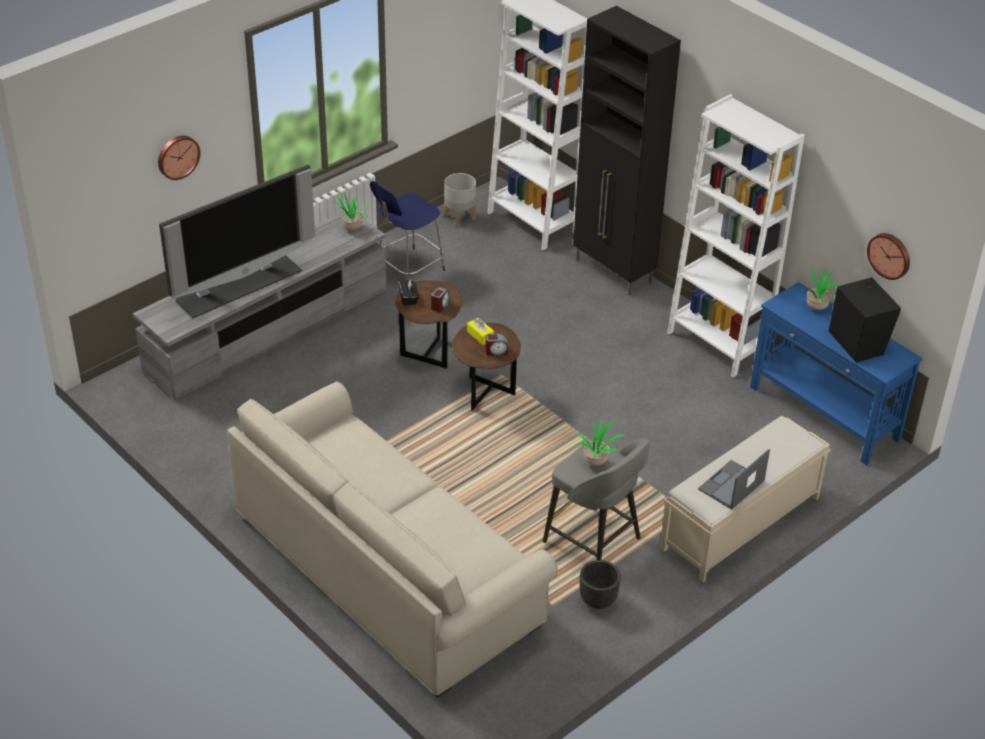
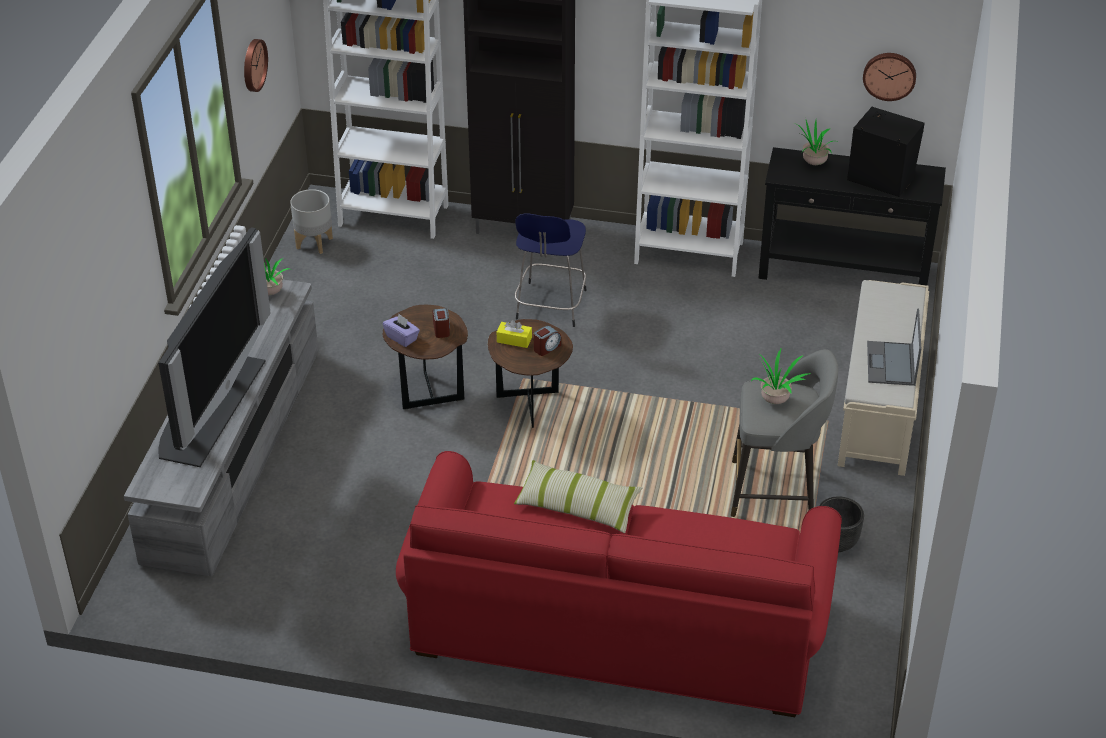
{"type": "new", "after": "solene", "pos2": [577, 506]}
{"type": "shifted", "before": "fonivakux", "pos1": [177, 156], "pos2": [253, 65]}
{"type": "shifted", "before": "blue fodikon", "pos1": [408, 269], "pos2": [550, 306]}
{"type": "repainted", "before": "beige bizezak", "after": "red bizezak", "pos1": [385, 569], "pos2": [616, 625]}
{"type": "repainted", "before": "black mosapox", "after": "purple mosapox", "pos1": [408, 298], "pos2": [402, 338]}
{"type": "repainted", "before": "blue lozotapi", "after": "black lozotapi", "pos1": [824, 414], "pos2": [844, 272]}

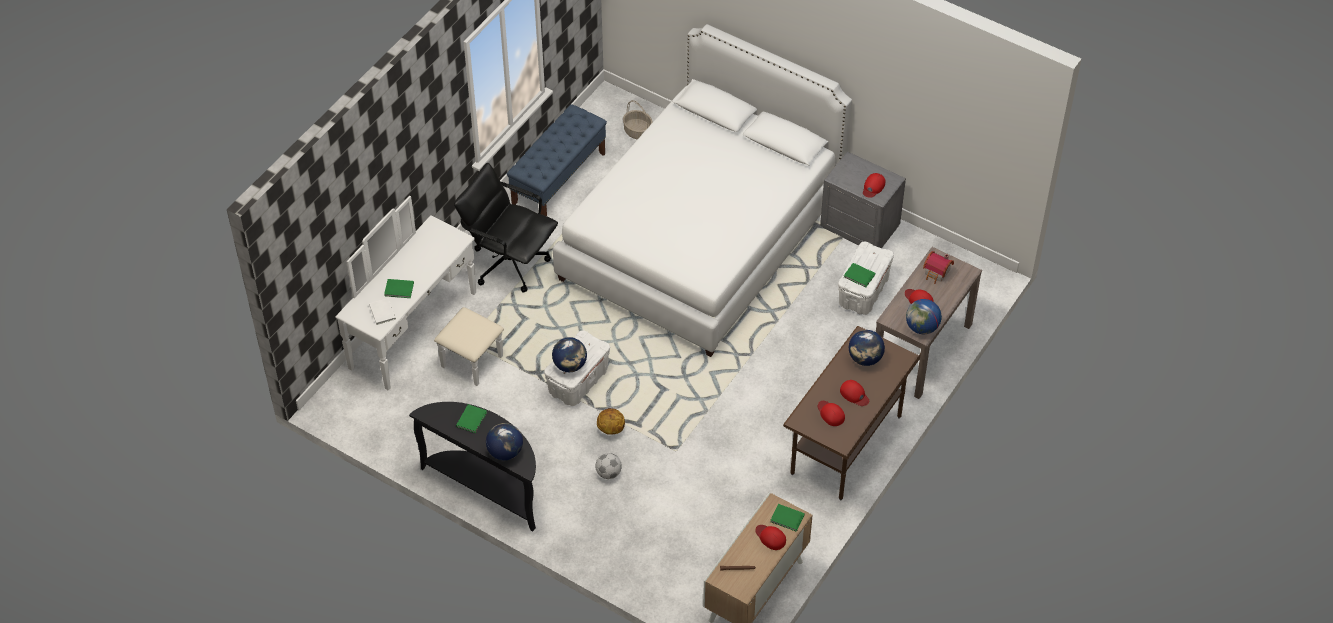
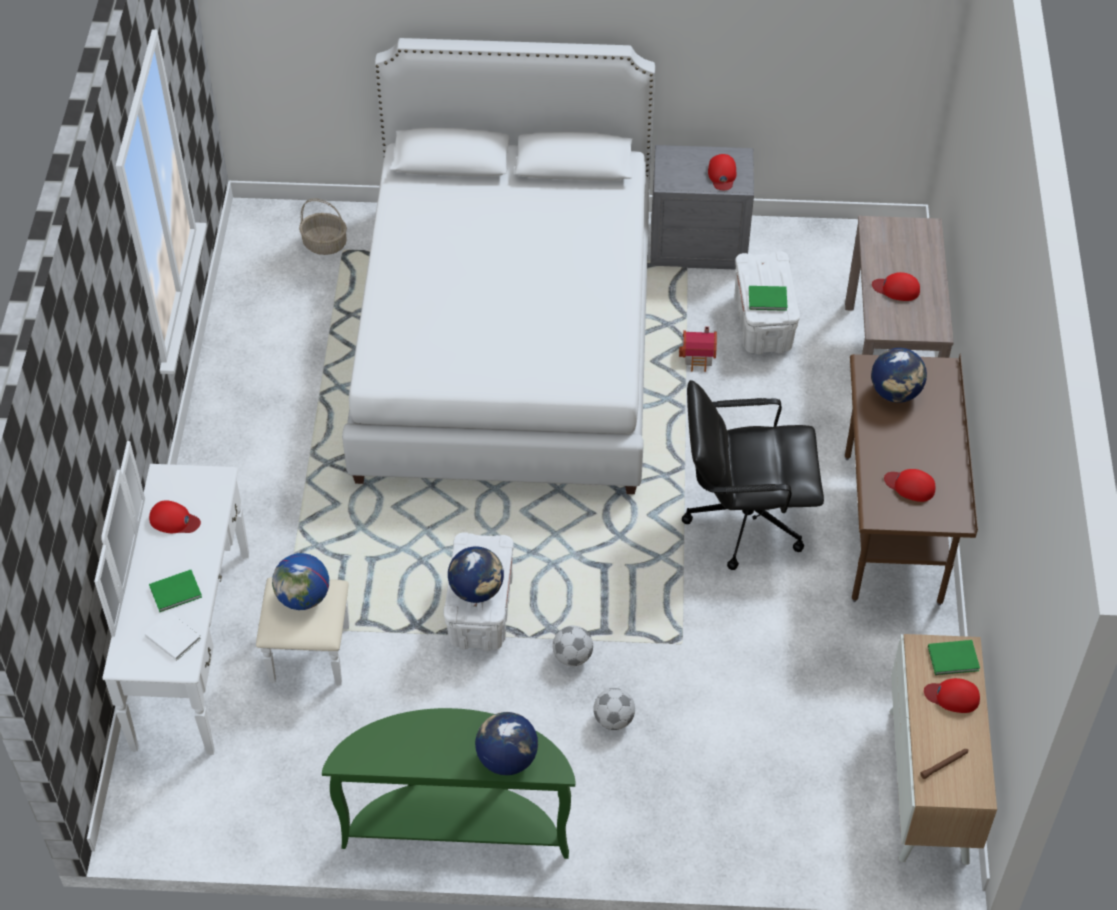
{"type": "gone", "before": "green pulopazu", "pos1": [472, 419]}
{"type": "gone", "before": "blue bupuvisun", "pos1": [559, 179]}
{"type": "shifted", "before": "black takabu", "pos1": [509, 263], "pos2": [744, 519]}
{"type": "shifted", "before": "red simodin", "pos1": [854, 394], "pos2": [174, 520]}
{"type": "shifted", "before": "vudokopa", "pos1": [922, 327], "pos2": [303, 598]}
{"type": "shifted", "before": "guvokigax", "pos1": [937, 273], "pos2": [699, 357]}
{"type": "swapped", "before": "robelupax", "after": "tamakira", "pos1": [610, 429], "pos2": [572, 656]}
{"type": "repainted", "before": "black lozotapi", "after": "green lozotapi", "pos1": [487, 487], "pos2": [457, 825]}

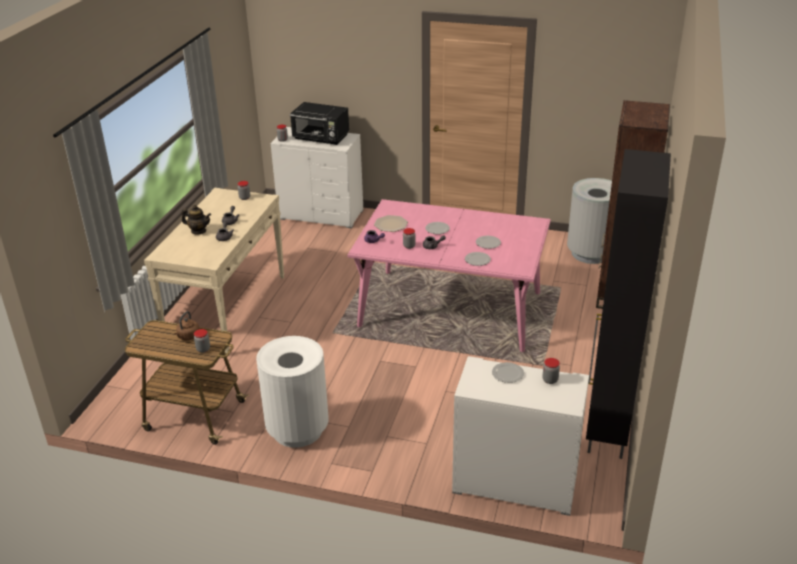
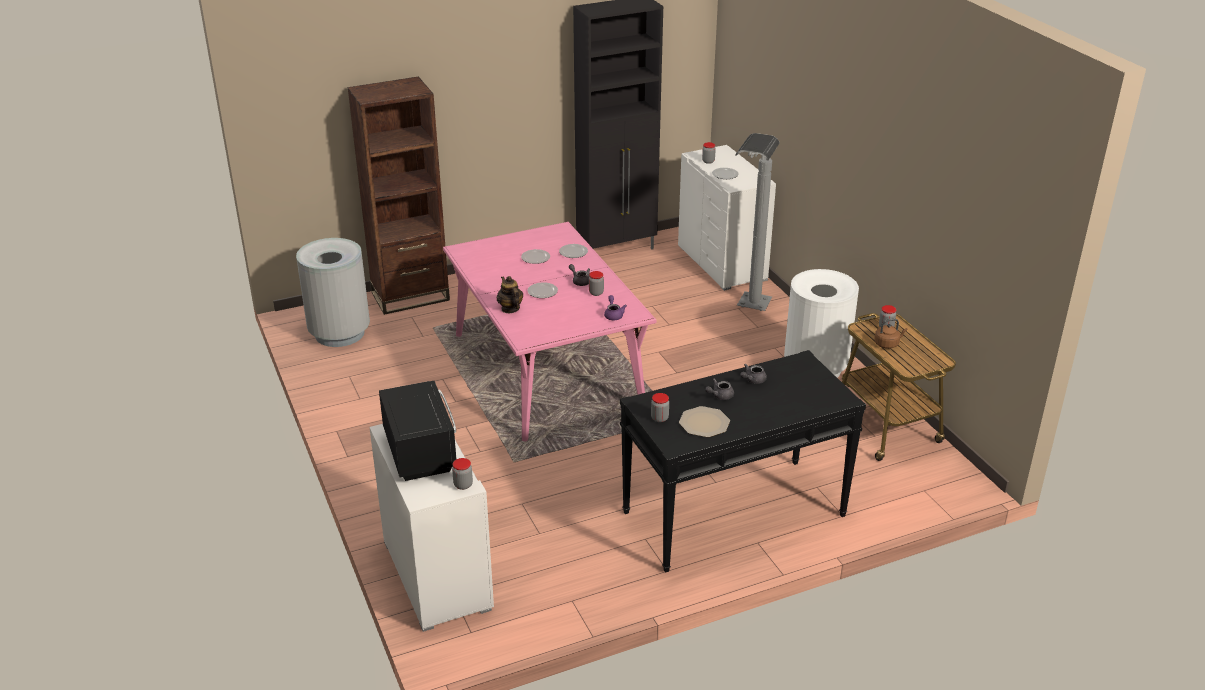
{"type": "new", "after": "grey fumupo", "pos2": [749, 314]}
{"type": "shifted", "before": "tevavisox", "pos1": [198, 231], "pos2": [510, 309]}
{"type": "shifted", "before": "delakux", "pos1": [391, 224], "pos2": [703, 423]}
{"type": "repainted", "before": "beige lozotapi", "after": "black lozotapi", "pos1": [227, 309], "pos2": [733, 514]}

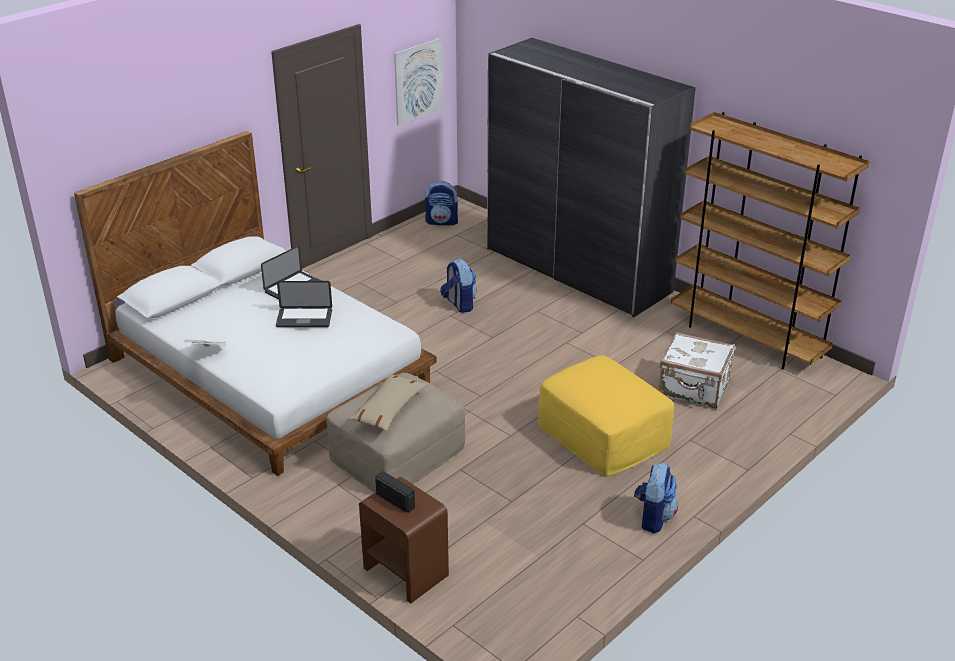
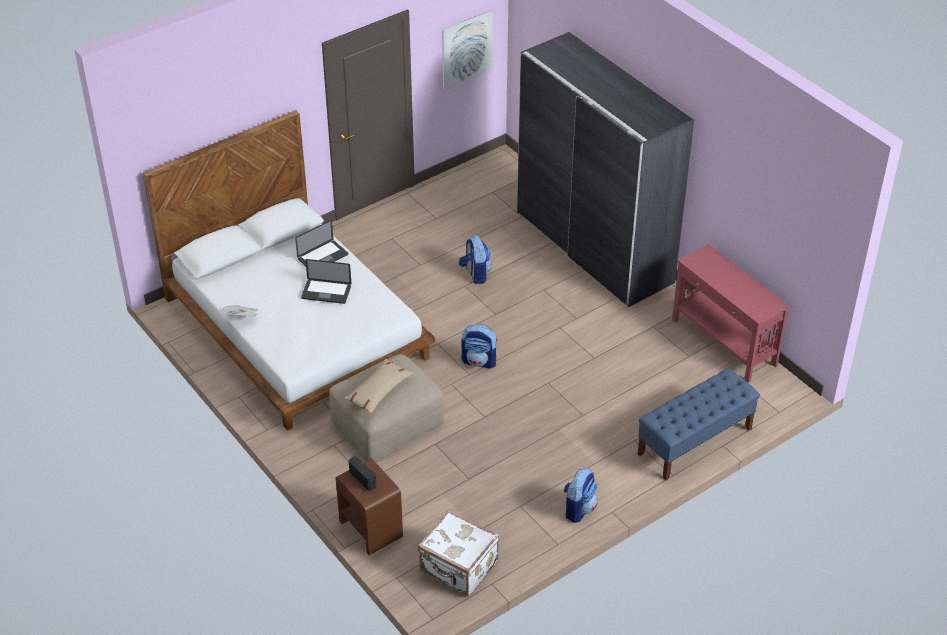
{"type": "gone", "before": "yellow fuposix", "pos1": [602, 434]}
{"type": "new", "after": "blue bupuvisun", "pos2": [694, 442]}
{"type": "shifted", "before": "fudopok", "pos1": [442, 222], "pos2": [479, 361]}
{"type": "shifted", "before": "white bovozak", "pos1": [693, 389], "pos2": [458, 568]}
{"type": "swapped", "before": "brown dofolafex", "after": "red lozotapi", "pos1": [747, 338], "pos2": [724, 343]}

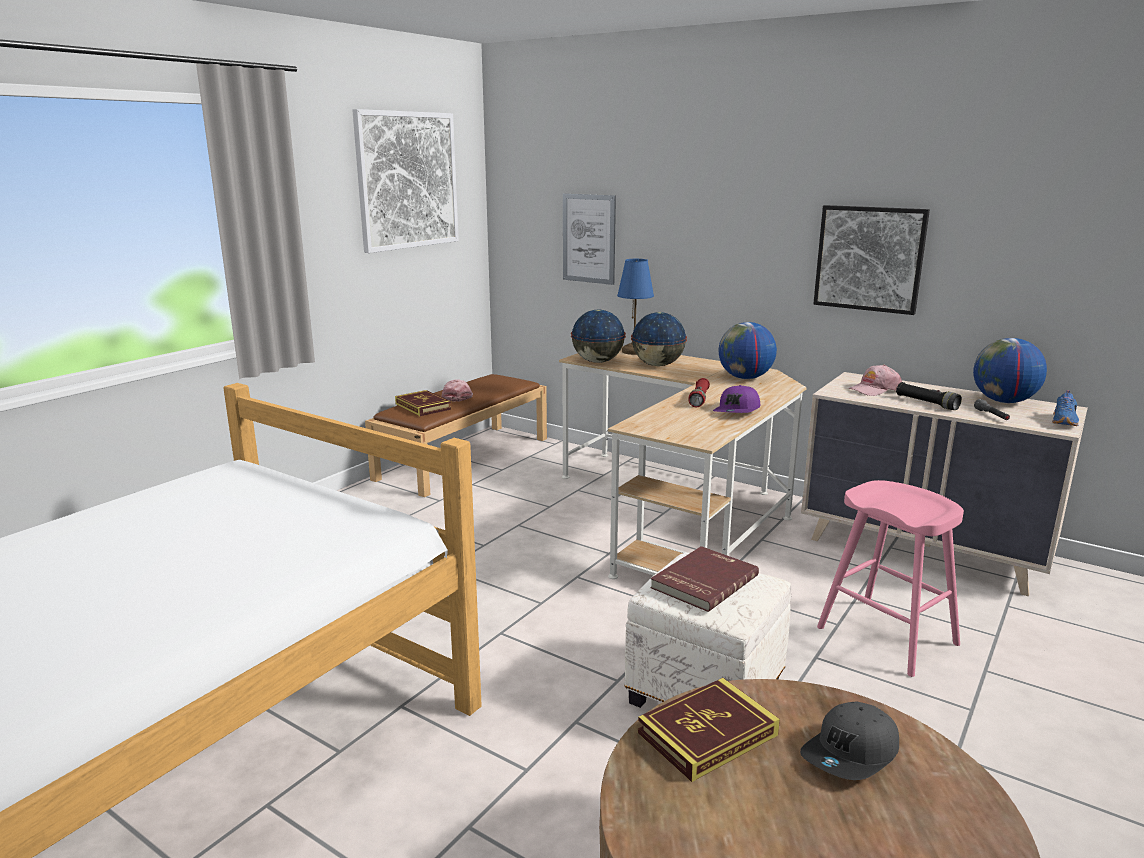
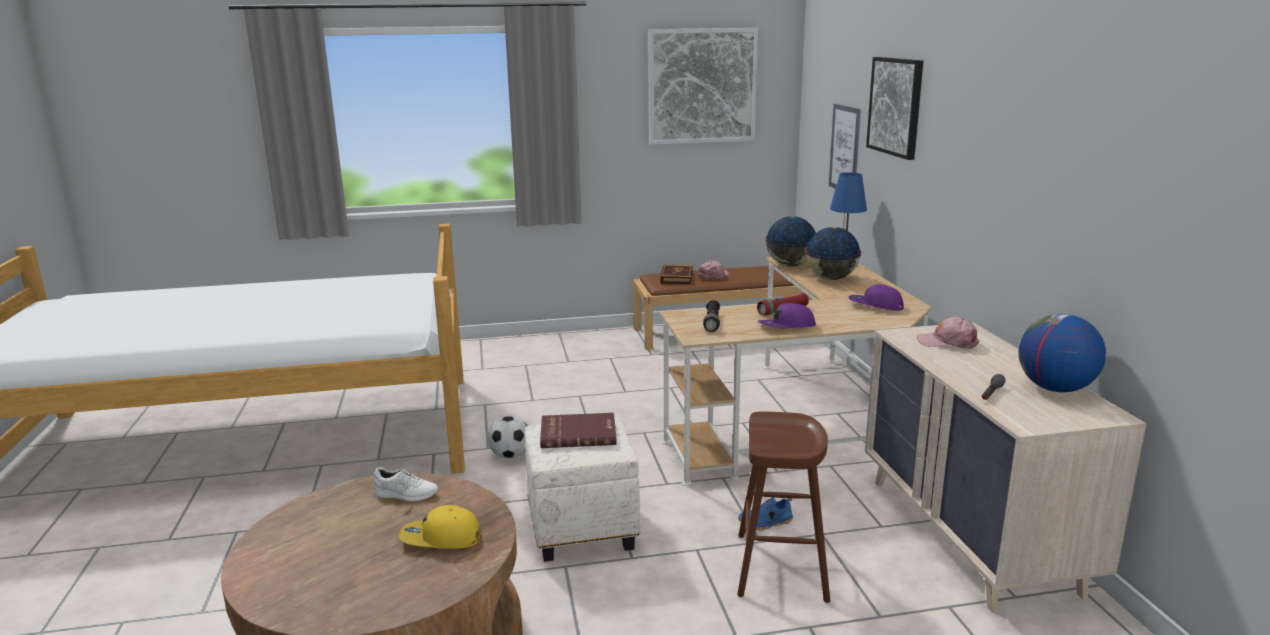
{"type": "new", "after": "tamakira", "pos2": [510, 456]}
{"type": "shifted", "before": "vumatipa", "pos1": [869, 258], "pos2": [896, 106]}
{"type": "shifted", "before": "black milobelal", "pos1": [926, 403], "pos2": [712, 322]}
{"type": "shifted", "before": "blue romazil", "pos1": [1064, 421], "pos2": [766, 523]}
{"type": "swapped", "before": "pulopazu", "after": "white romazil", "pos1": [707, 734], "pos2": [406, 494]}
{"type": "swapped", "before": "vudokopa", "after": "purple simodin", "pos1": [745, 378], "pos2": [875, 306]}
{"type": "repainted", "before": "grey simodin", "after": "yellow simodin", "pos1": [851, 754], "pos2": [441, 539]}
{"type": "repainted", "before": "pink fodikon", "after": "brown fodikon", "pos1": [886, 636], "pos2": [781, 567]}

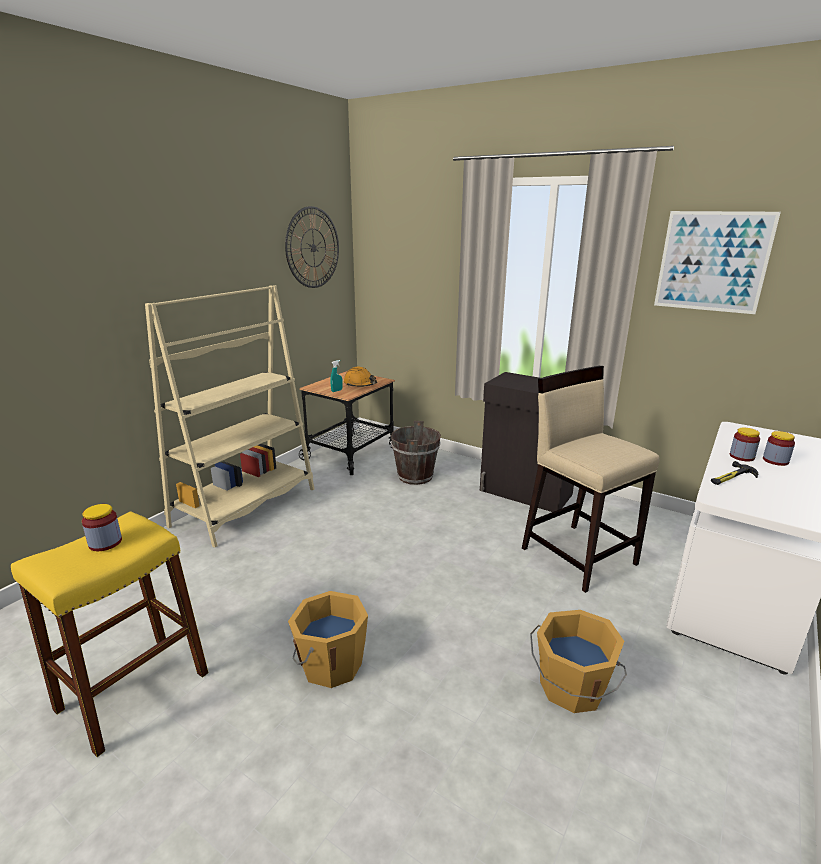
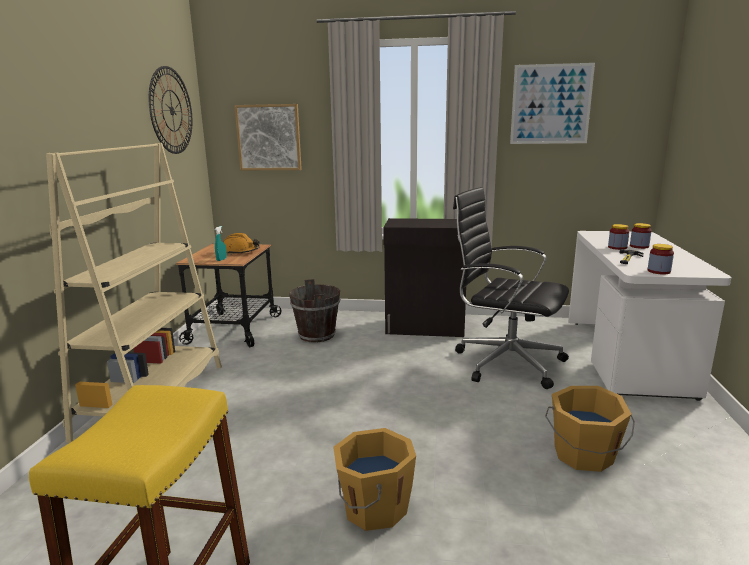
{"type": "new", "after": "vumatipa", "pos2": [269, 137]}
{"type": "shifted", "before": "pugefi", "pos1": [105, 543], "pos2": [658, 271]}
{"type": "swapped", "before": "beige fodikon", "after": "black takabu", "pos1": [578, 555], "pos2": [505, 362]}

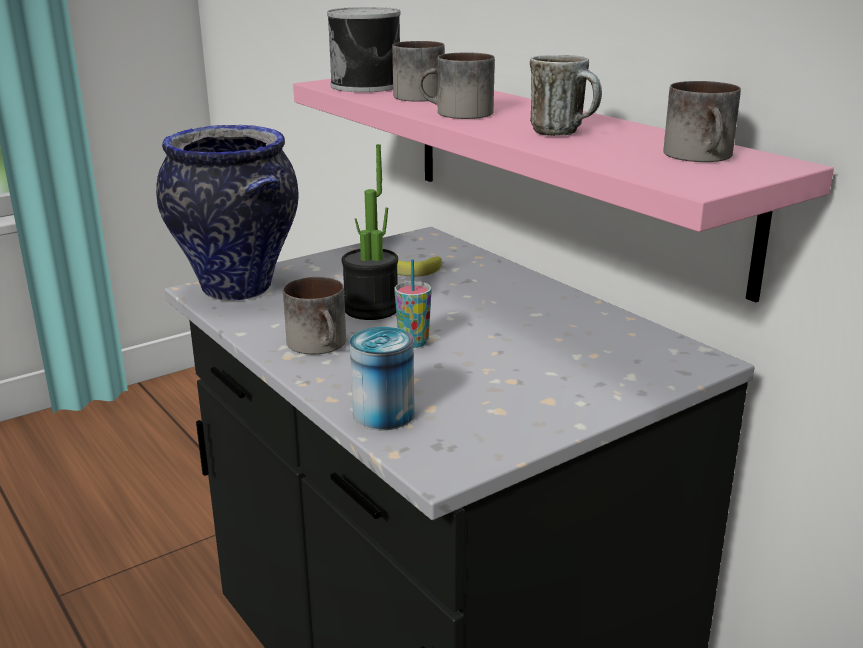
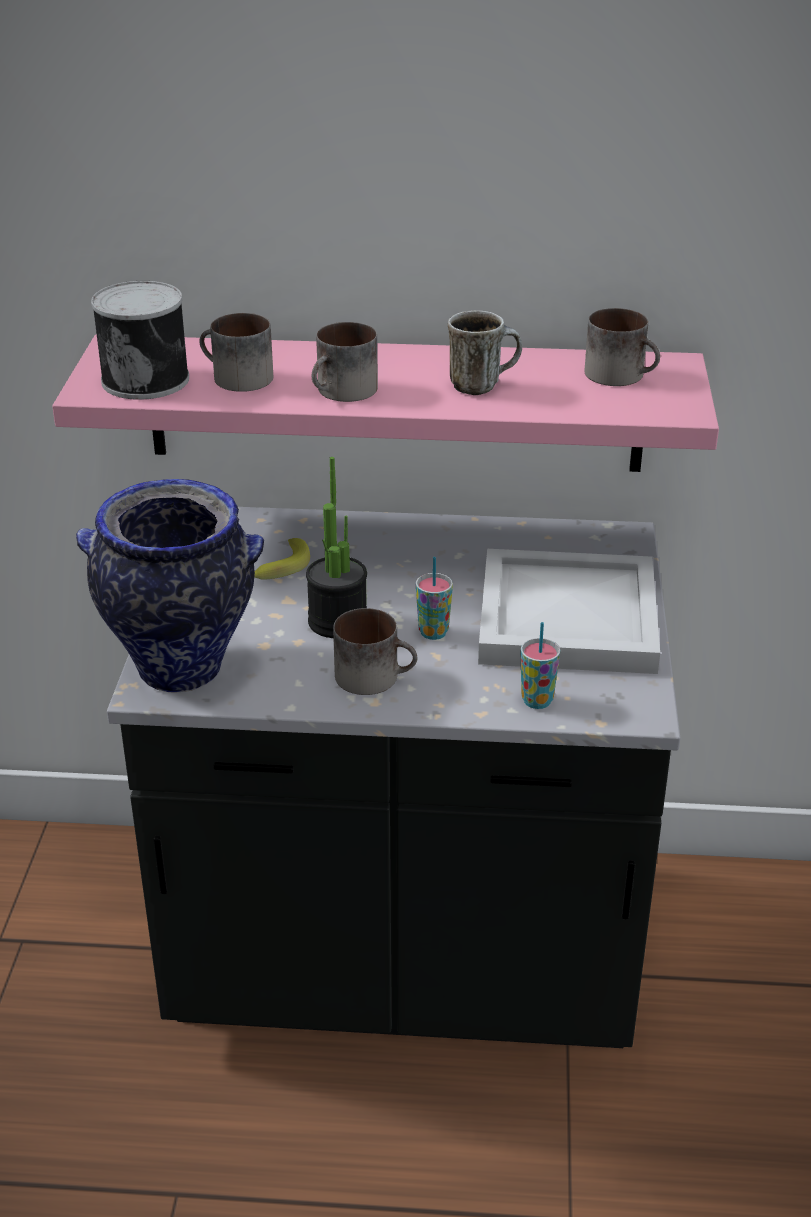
{"type": "new", "after": "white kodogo", "pos2": [564, 616]}
{"type": "swapped", "before": "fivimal", "after": "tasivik", "pos1": [383, 414], "pos2": [537, 701]}

